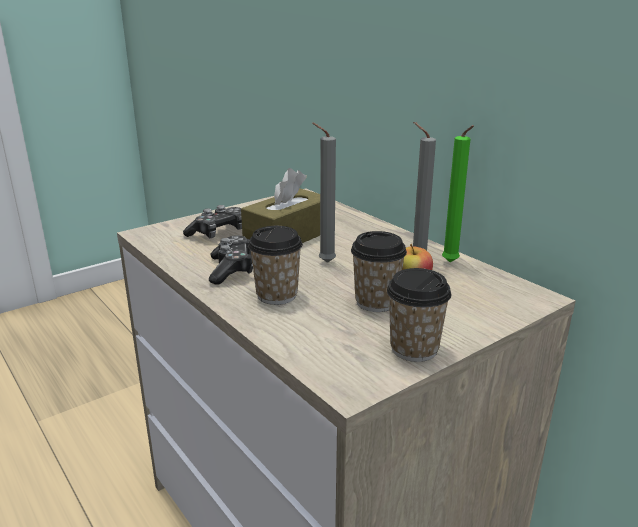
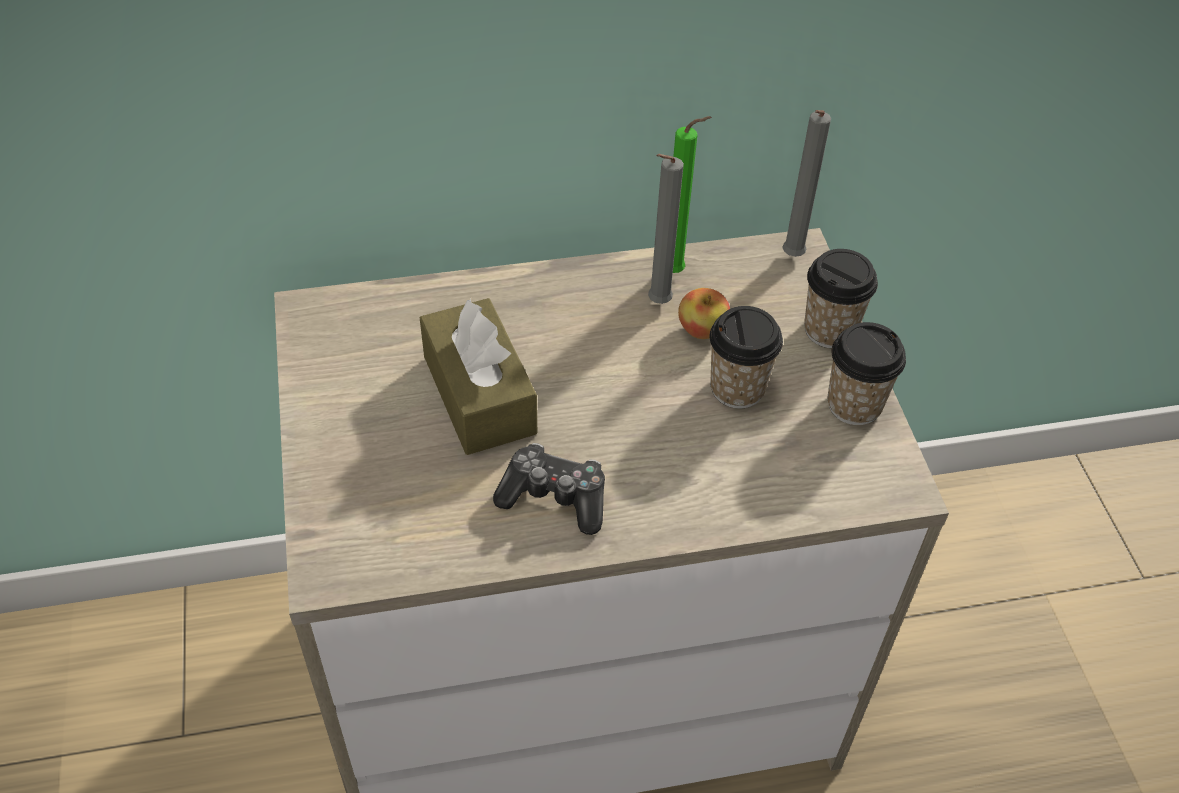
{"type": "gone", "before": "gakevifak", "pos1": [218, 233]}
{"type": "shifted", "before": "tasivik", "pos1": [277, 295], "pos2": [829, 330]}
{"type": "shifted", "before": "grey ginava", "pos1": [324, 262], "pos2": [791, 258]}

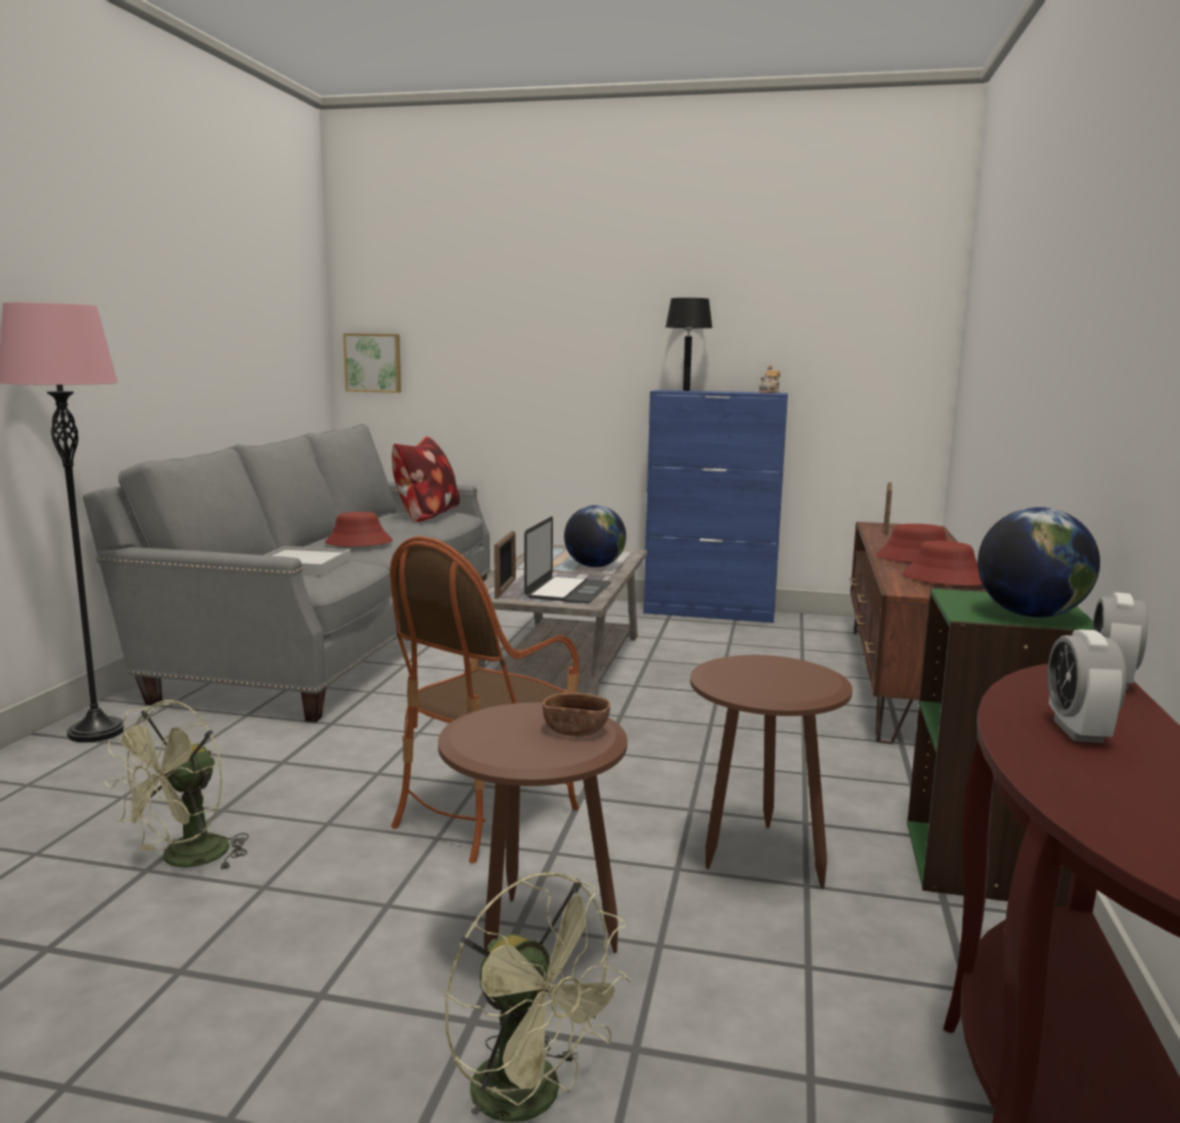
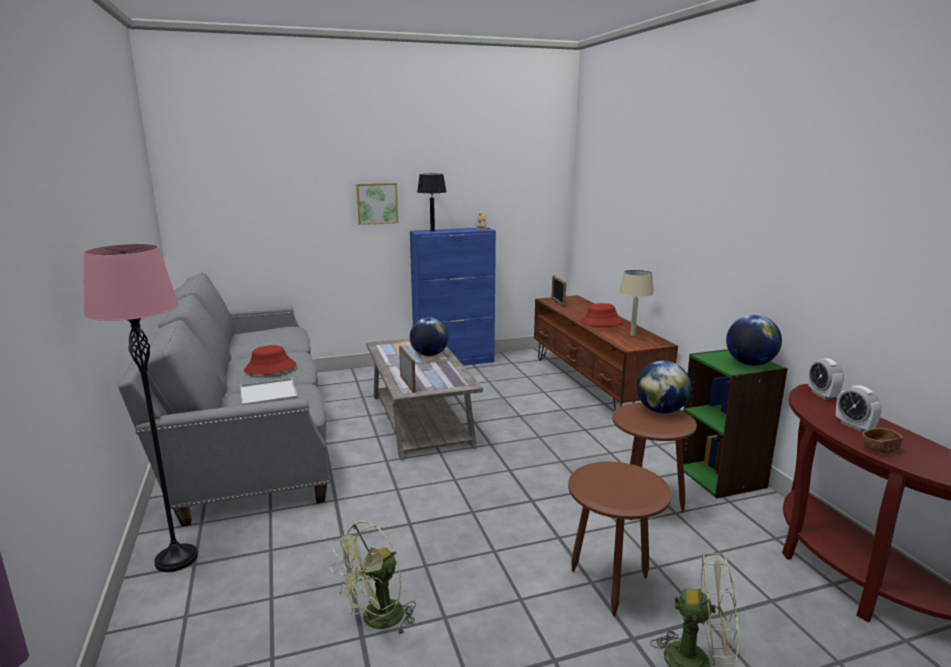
{"type": "gone", "before": "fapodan", "pos1": [484, 814]}
{"type": "gone", "before": "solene", "pos1": [426, 516]}
{"type": "gone", "before": "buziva", "pos1": [568, 590]}
{"type": "new", "after": "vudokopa", "pos2": [661, 411]}
{"type": "shifted", "before": "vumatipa", "pos1": [373, 363], "pos2": [377, 203]}
{"type": "shifted", "before": "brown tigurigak", "pos1": [575, 731], "pos2": [879, 449]}
{"type": "swapped", "before": "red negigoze", "after": "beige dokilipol", "pos1": [944, 579], "pos2": [632, 335]}
{"type": "rotated", "before": "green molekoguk", "pos1": [185, 860], "pos2": [376, 621], "turn": 45}

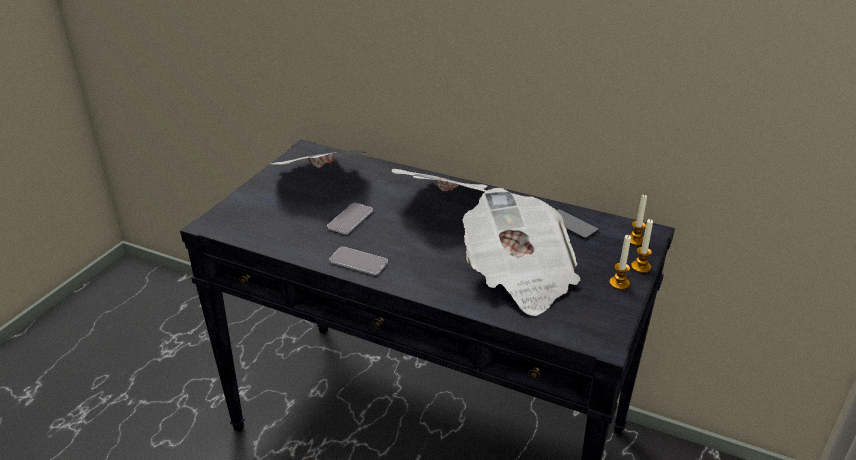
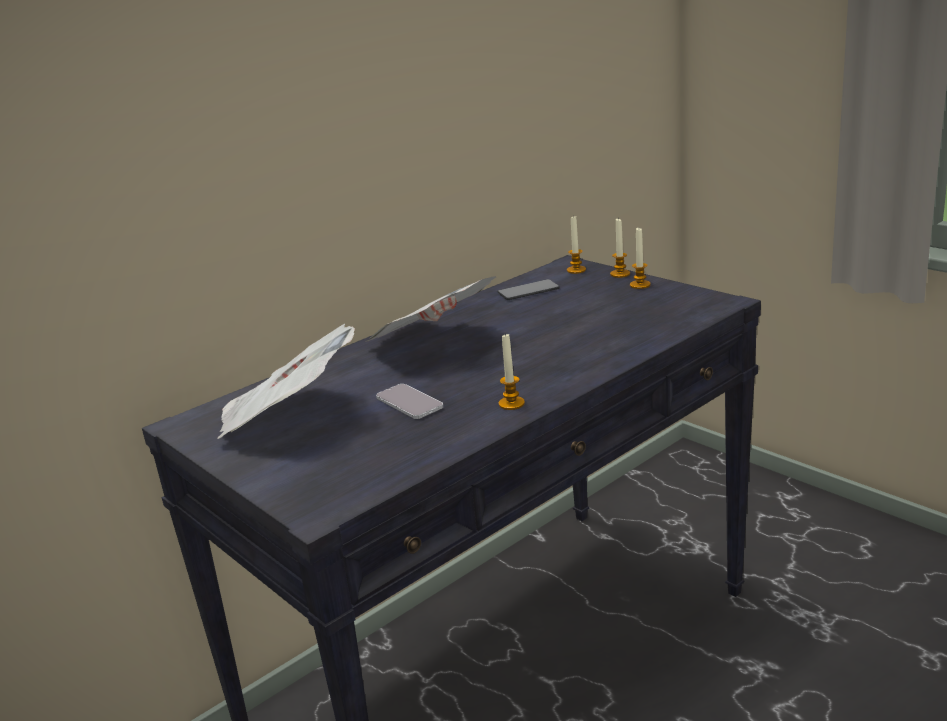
{"type": "gone", "before": "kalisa", "pos1": [519, 276]}
{"type": "swapped", "before": "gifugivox", "after": "ginava", "pos1": [358, 262], "pos2": [511, 404]}

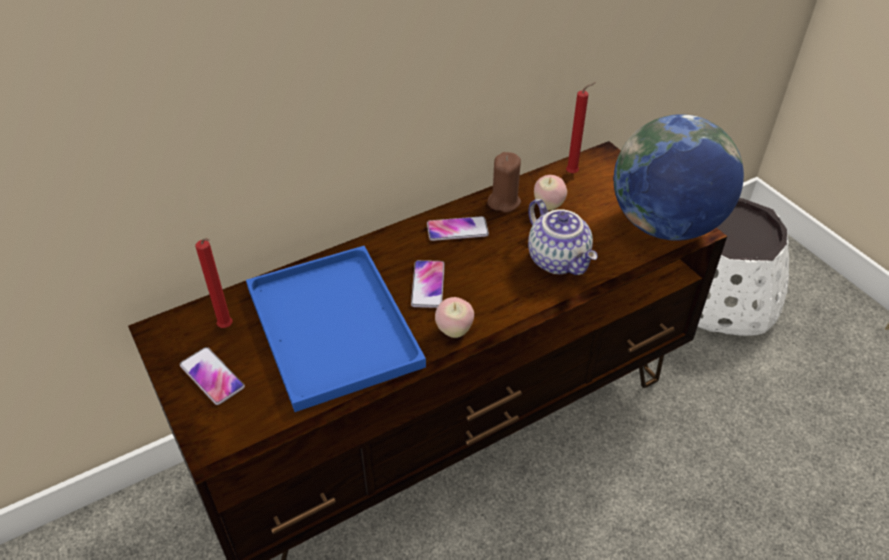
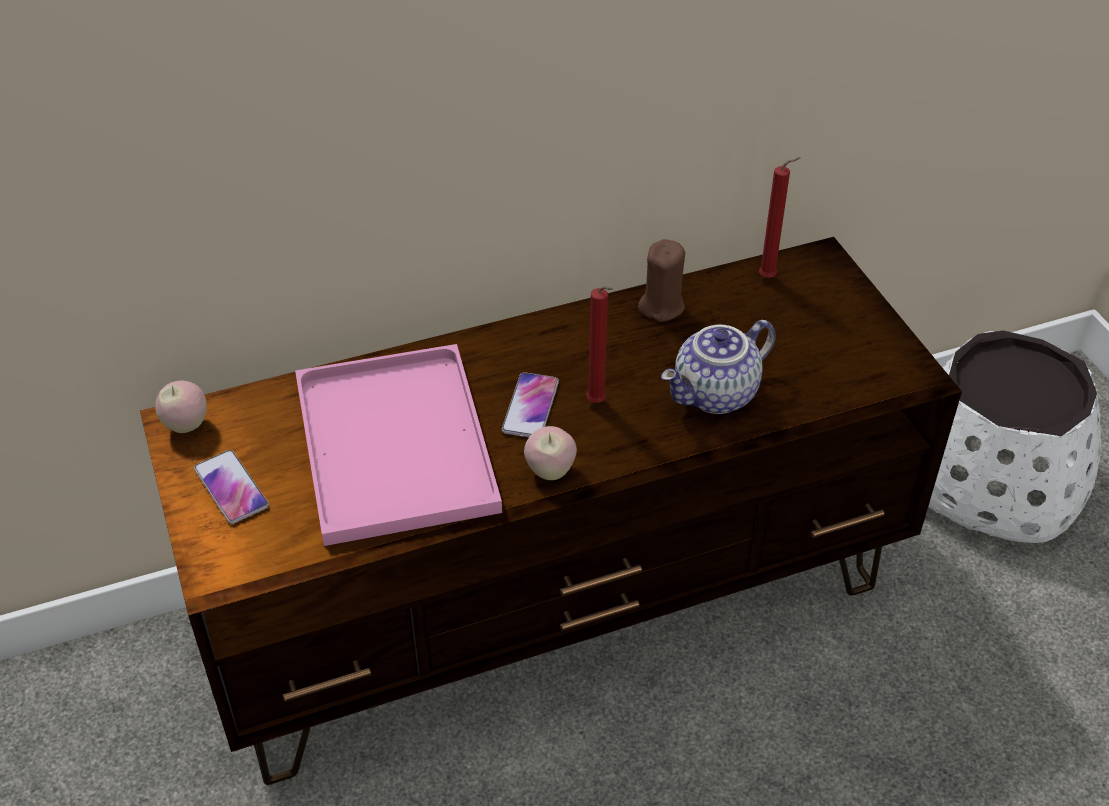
{"type": "gone", "before": "gifugivox", "pos1": [457, 229]}
{"type": "gone", "before": "vudokopa", "pos1": [665, 225]}
{"type": "shifted", "before": "red ginava", "pos1": [227, 328], "pos2": [598, 403]}
{"type": "shifted", "before": "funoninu", "pos1": [548, 205], "pos2": [186, 425]}
{"type": "repainted", "before": "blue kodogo", "after": "pink kodogo", "pos1": [336, 328], "pos2": [398, 447]}
{"type": "rotated", "before": "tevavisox", "pos1": [559, 260], "pos2": [716, 395], "turn": 75}

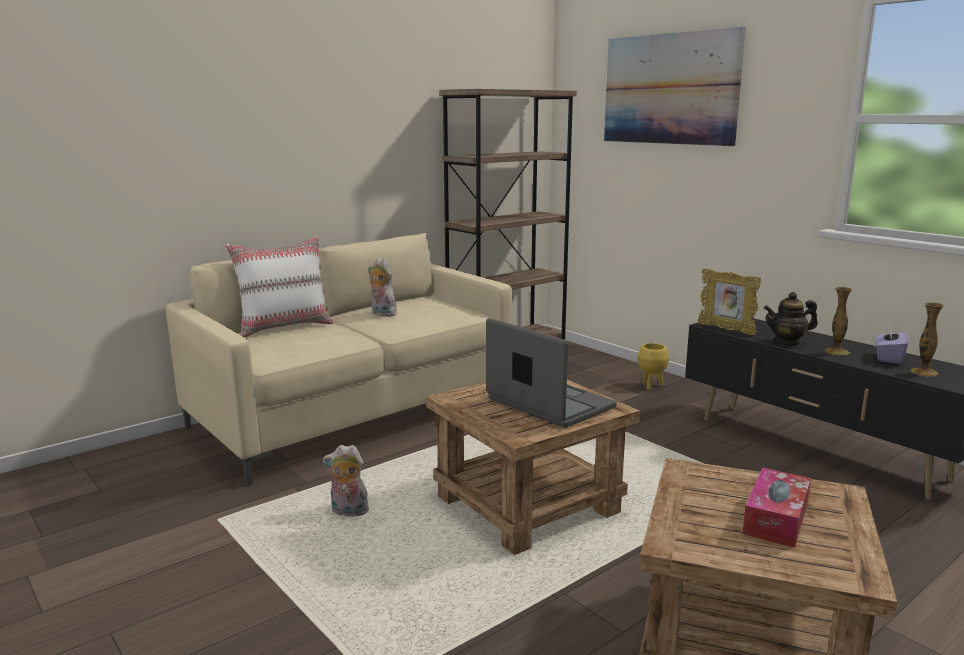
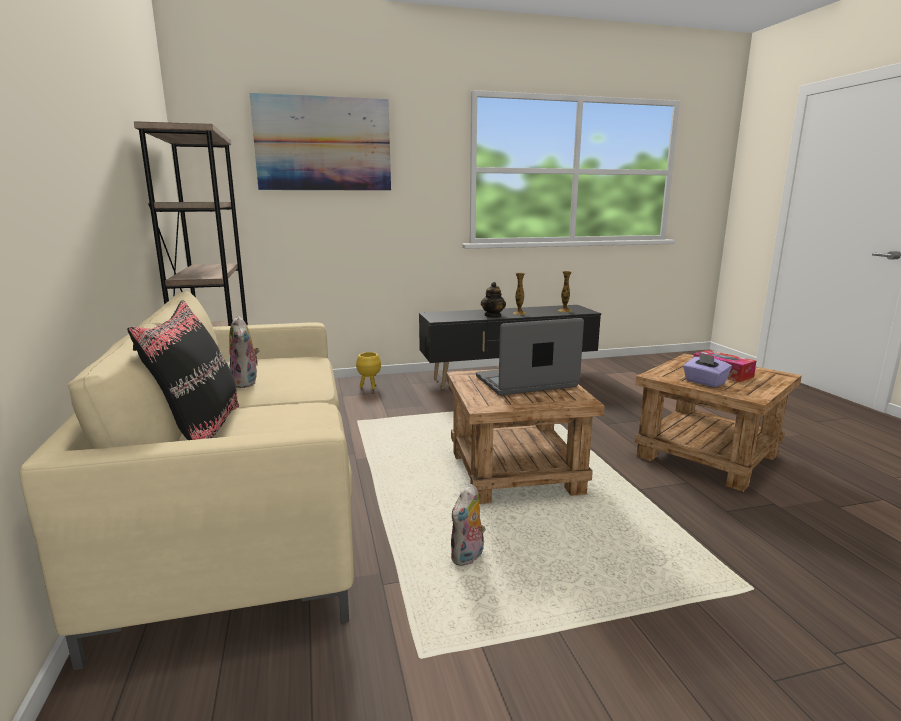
{"type": "gone", "before": "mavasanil", "pos1": [726, 329]}
{"type": "shifted", "before": "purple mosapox", "pos1": [888, 358], "pos2": [704, 382]}
{"type": "repainted", "before": "white solene", "after": "black solene", "pos1": [284, 327], "pos2": [200, 430]}
{"type": "rotated", "before": "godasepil", "pos1": [381, 314], "pos2": [246, 383], "turn": -90}

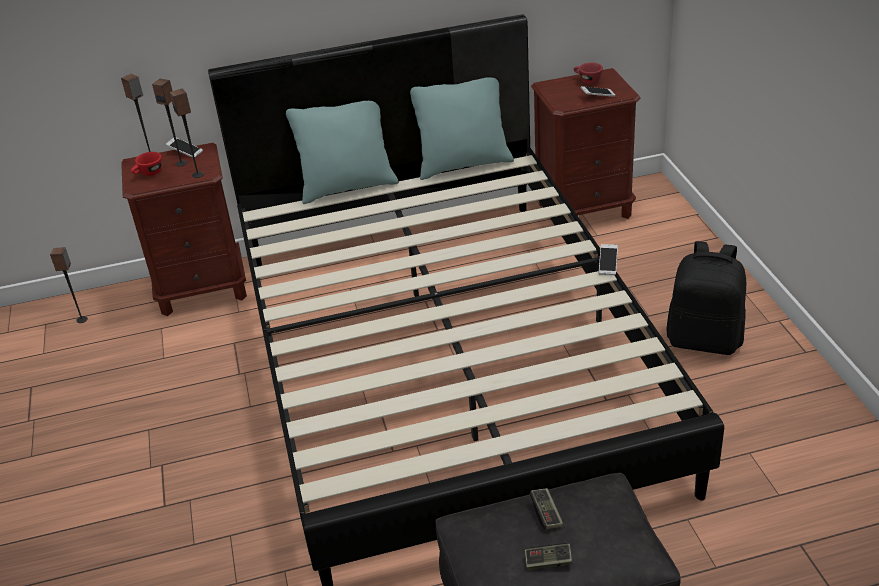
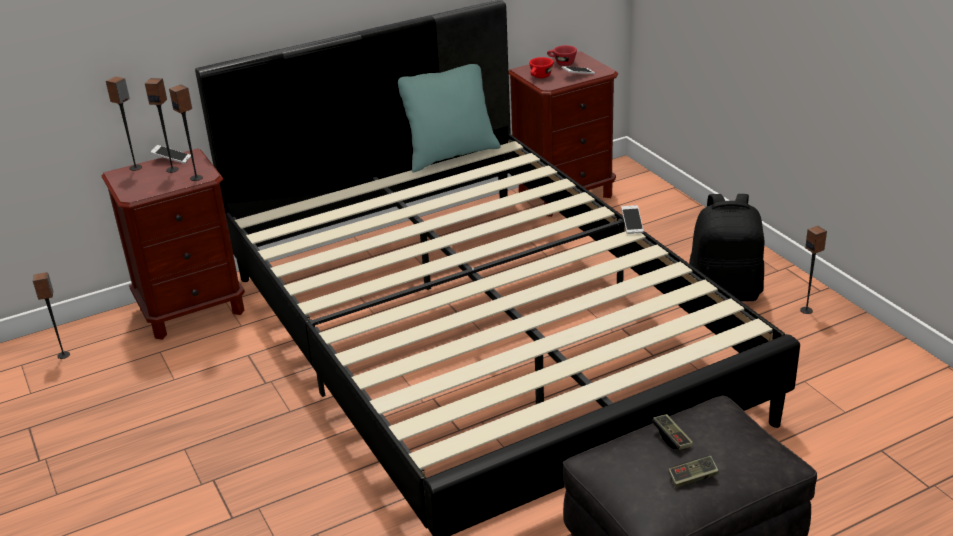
{"type": "gone", "before": "turquoise solene", "pos1": [347, 187]}
{"type": "new", "after": "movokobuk", "pos2": [806, 310]}
{"type": "shifted", "before": "red tasivik", "pos1": [148, 174], "pos2": [540, 77]}

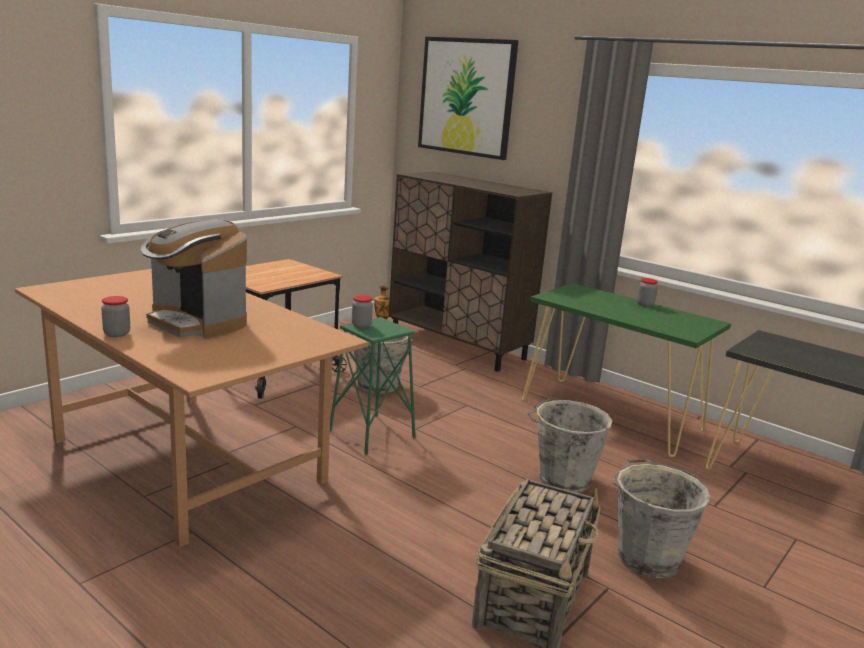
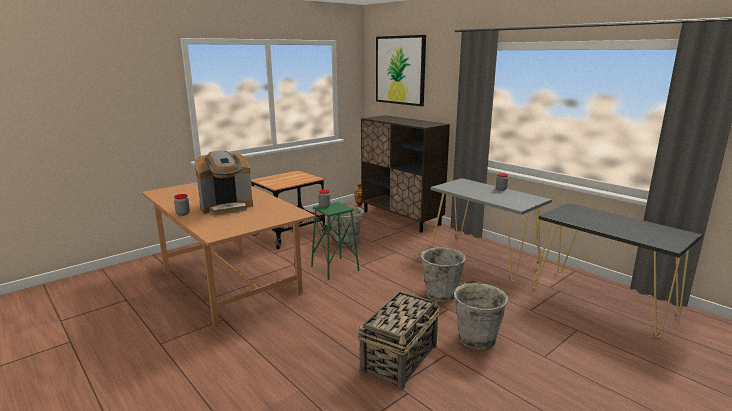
{"type": "repainted", "before": "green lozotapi", "after": "grey lozotapi", "pos1": [611, 415], "pos2": [483, 257]}
{"type": "rotated", "before": "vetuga", "pos1": [197, 322], "pos2": [226, 207], "turn": -75}

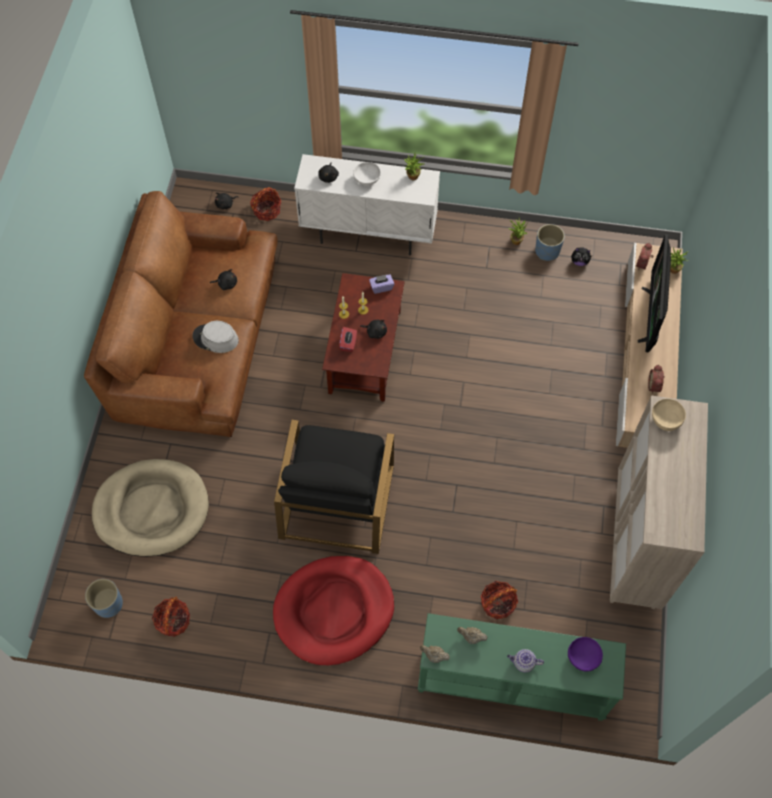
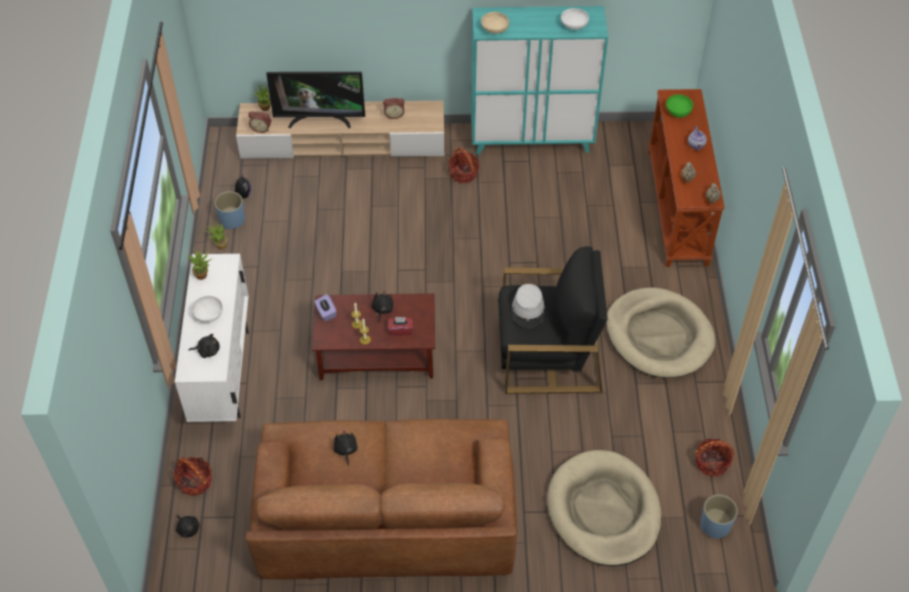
{"type": "new", "after": "white tigurigak", "pos2": [573, 26]}
{"type": "shifted", "before": "grey negigoze", "pos1": [215, 339], "pos2": [528, 310]}
{"type": "shifted", "before": "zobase", "pos1": [497, 604], "pos2": [463, 173]}
{"type": "repainted", "before": "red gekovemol", "after": "beige gekovemol", "pos1": [334, 611], "pos2": [658, 336]}
{"type": "repainted", "before": "green lozotapi", "after": "brown lozotapi", "pos1": [511, 683], "pos2": [678, 207]}
{"type": "repainted", "before": "purple tigurigak", "after": "green tigurigak", "pos1": [583, 657], "pos2": [678, 111]}
{"type": "repainted", "before": "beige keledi", "after": "turquoise keledi", "pos1": [636, 543], "pos2": [532, 139]}

